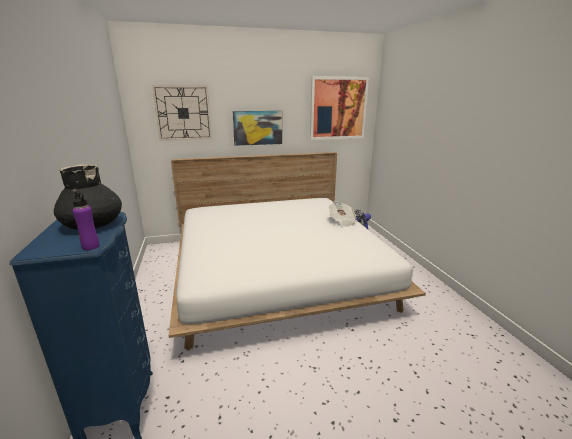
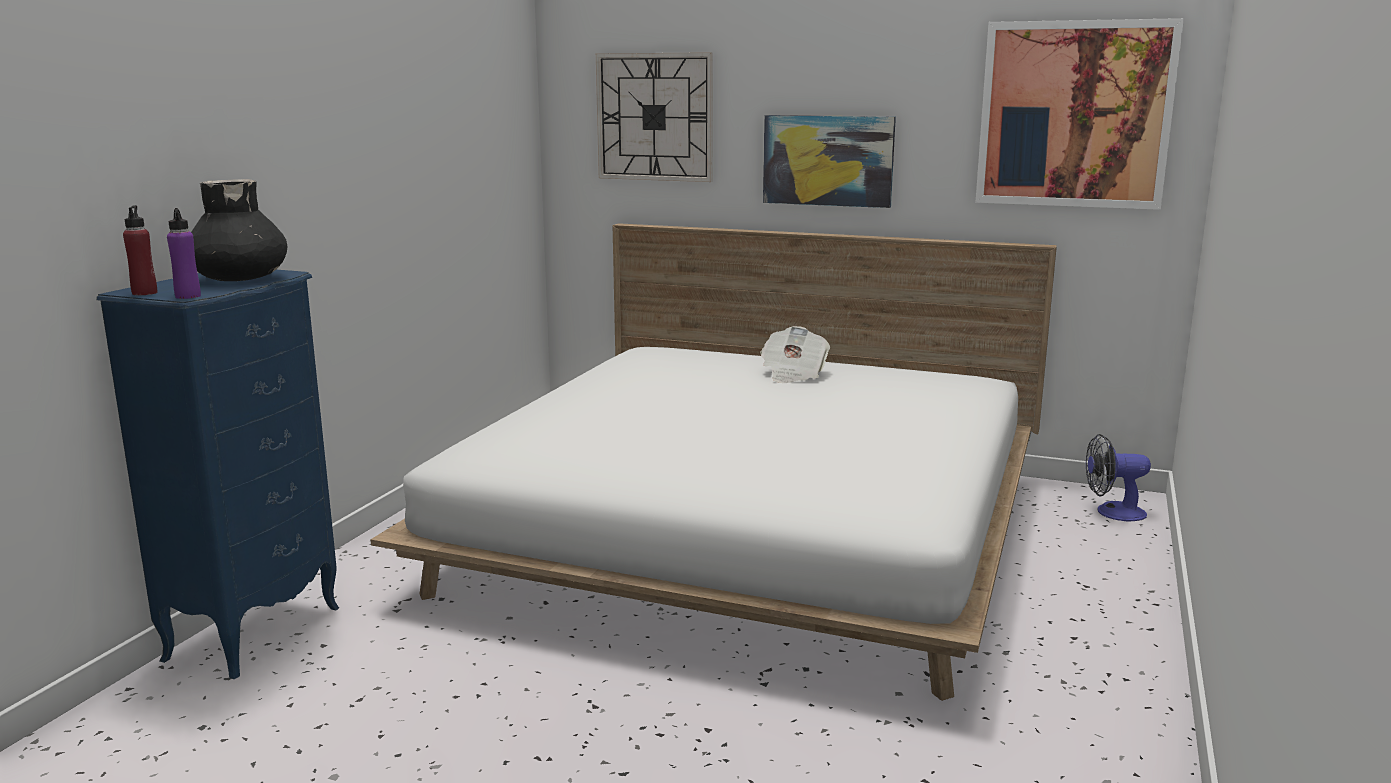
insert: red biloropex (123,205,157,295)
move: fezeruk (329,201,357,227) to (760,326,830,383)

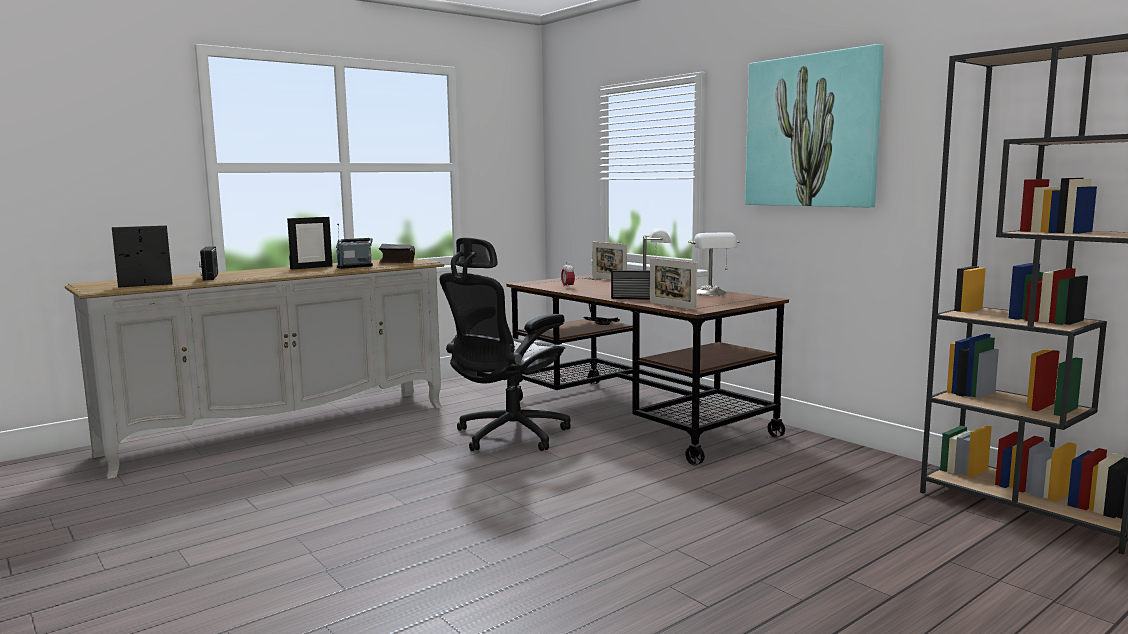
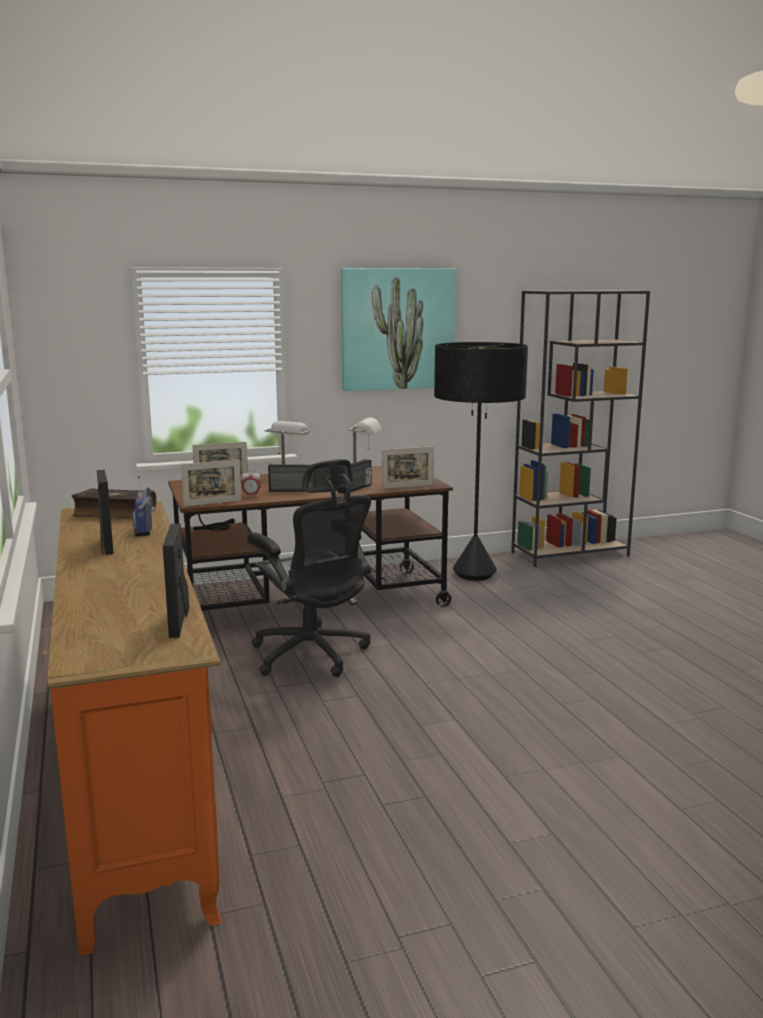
insert: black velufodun (434,342,528,581); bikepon (181,459,242,507)
move: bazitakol (199,246,218,281) to (268,464,310,492)
recolor: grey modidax (65,259,445,479) to orange modidax (42,501,222,956)

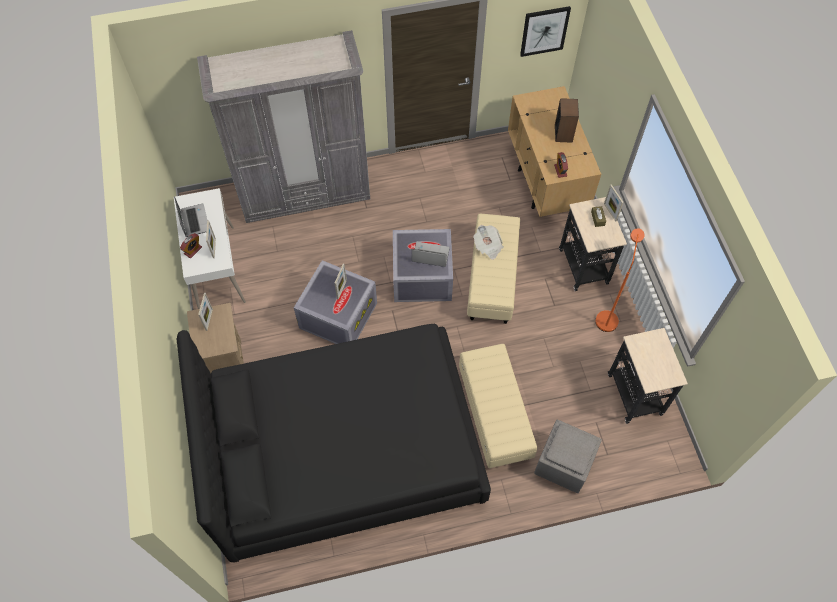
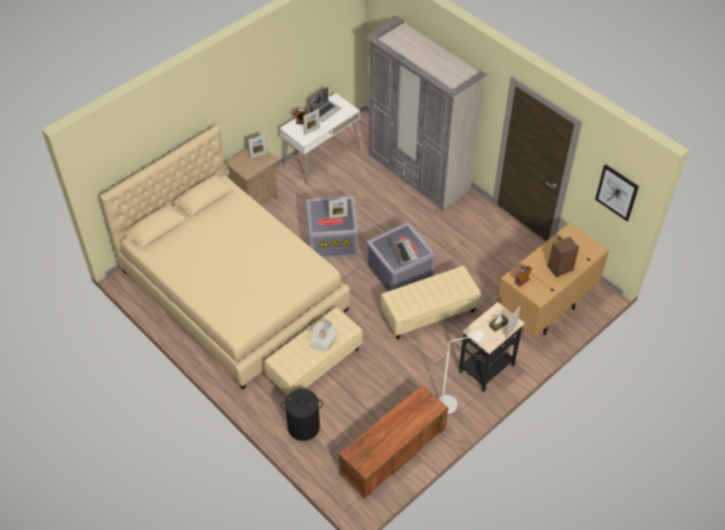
move: fezeruk (473,225,504,260) to (310,320,338,351)
replace: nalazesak (608,328,688,424) to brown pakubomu (339,385,449,498); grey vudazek (534,420,602,493) to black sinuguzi (281,388,323,441)
recolor: orange velufodun (595,228,645,332) to white velufodun (438,331,485,415); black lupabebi (177,324,491,563) to beige lupabebi (100,126,350,390)

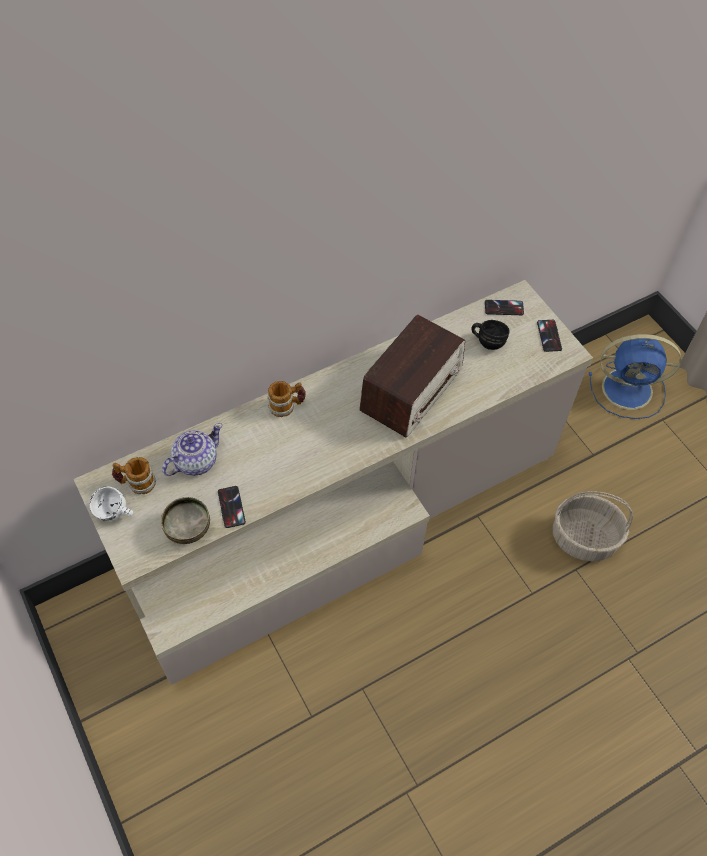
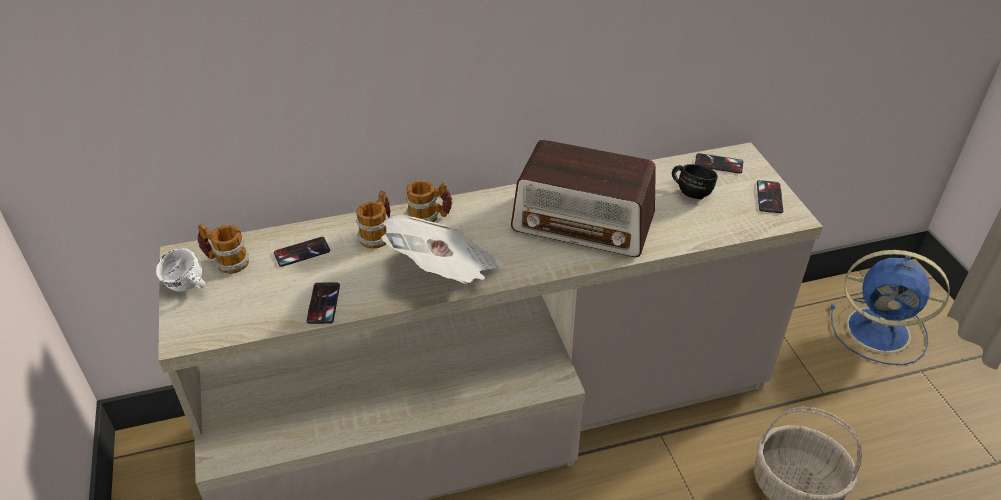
delete: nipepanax (161,497,210,544)
insert: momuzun (356,190,390,249); fezeruk (381,214,503,284)
replace: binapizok (162,423,222,476) to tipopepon (274,237,330,267)
rotate: bazitakol (359,314,465,438) = (511,140,656,257) 60 degrees clockwise

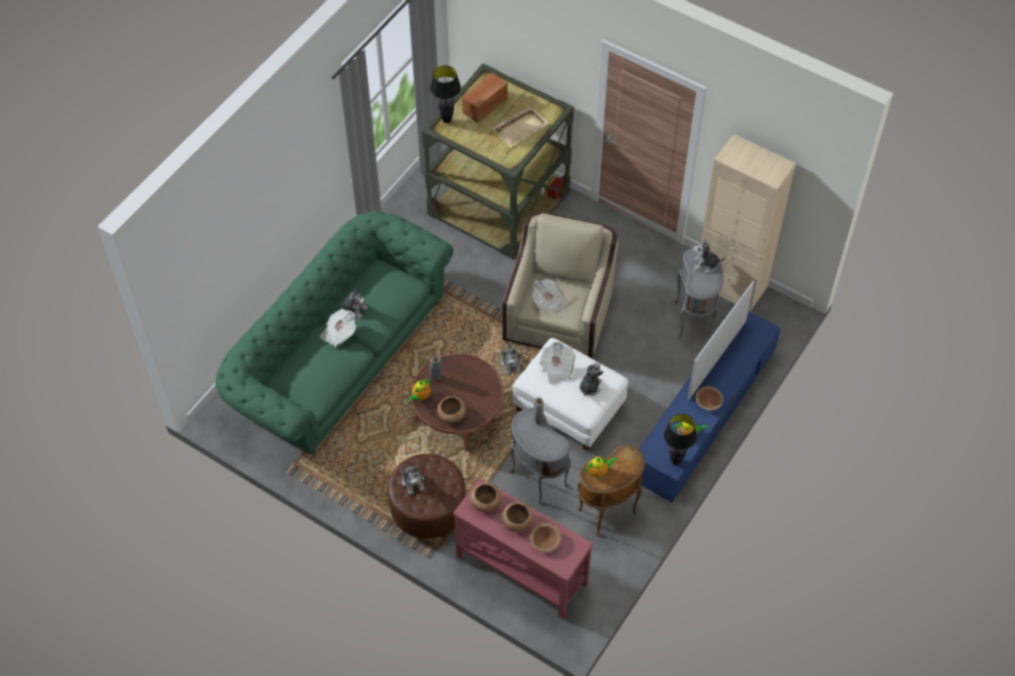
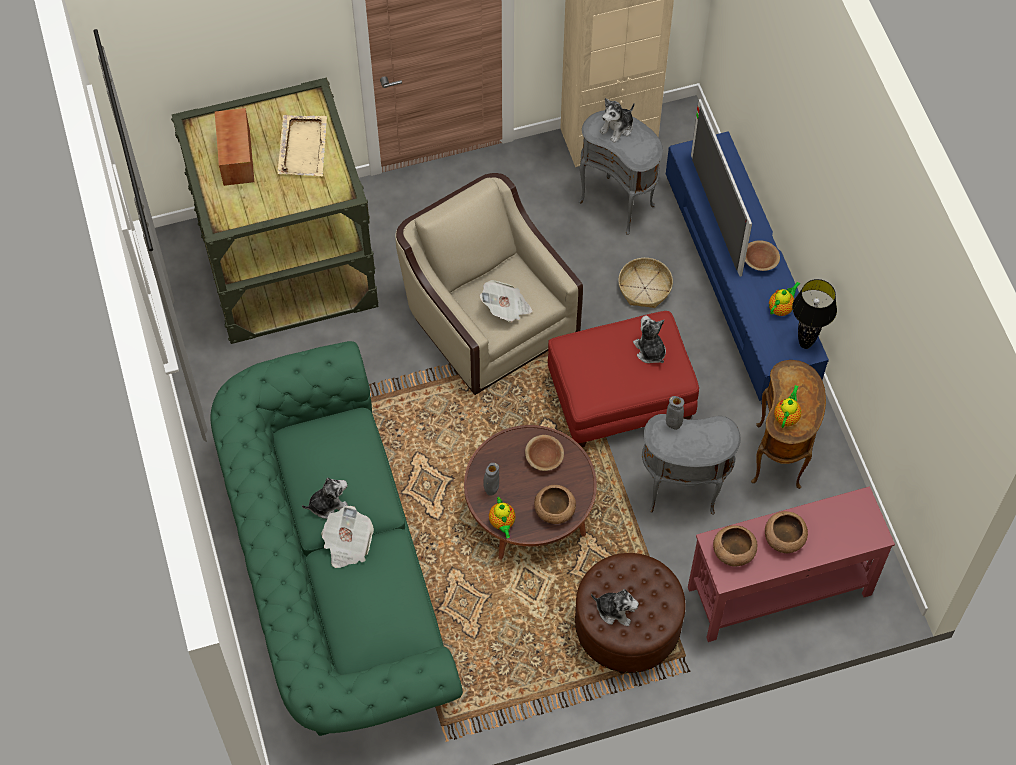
delete: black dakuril (430,66,461,123); fezeruk (540,342,576,385); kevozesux (501,343,522,374)
insert: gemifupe (618,258,673,308)
move: brown nipepanax (530,523,561,552) to (525,435,564,471)
recolor: white vudazek (513,338,629,451) to red vudazek (548,311,699,448)

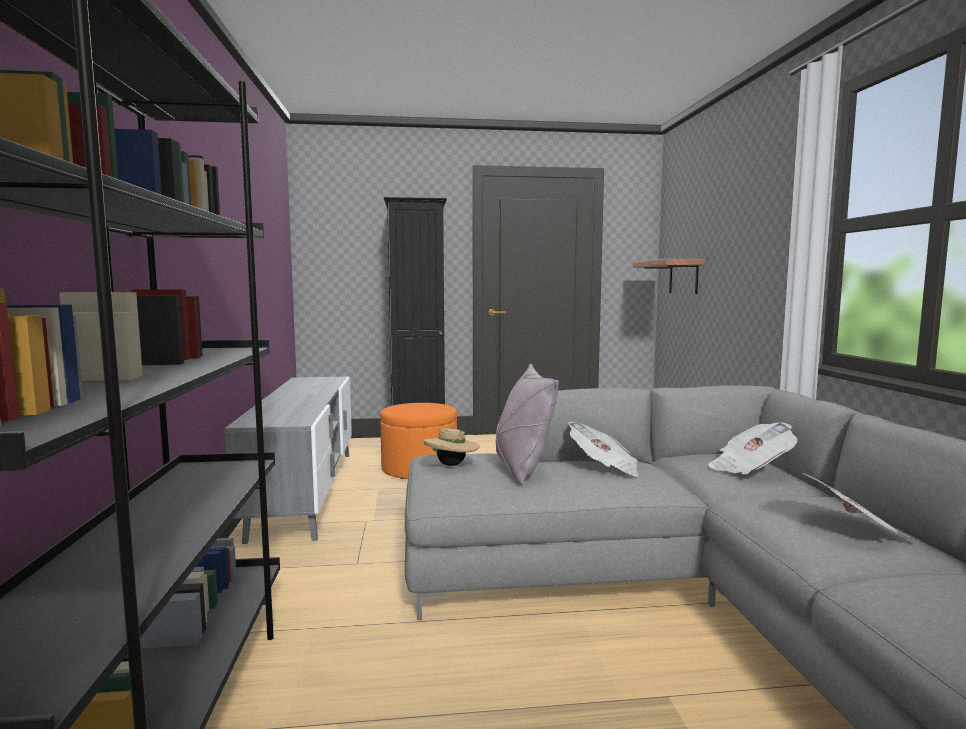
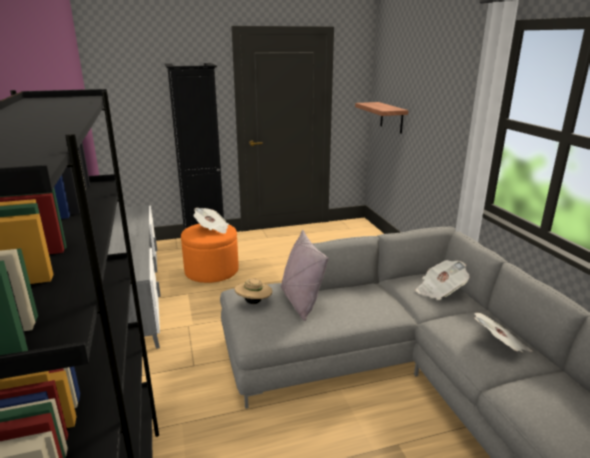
move: fezeruk (568,421,638,477) to (193,208,229,234)

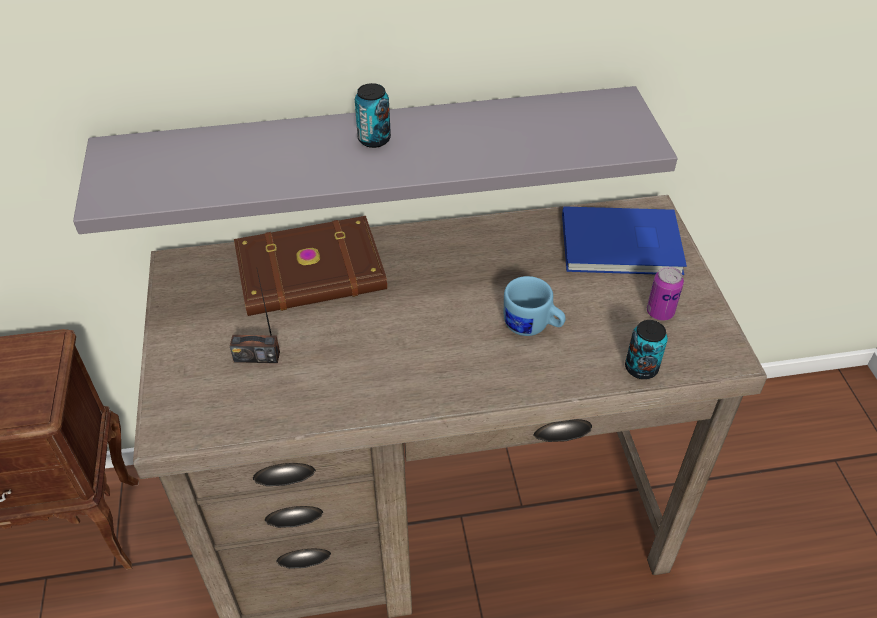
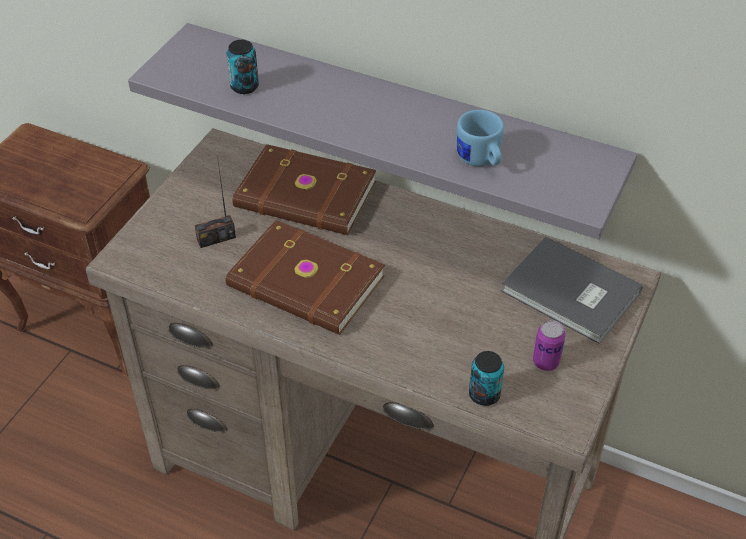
insert: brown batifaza (226,220,385,335)
move: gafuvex (355,83,391,148) to (227,40,259,94); blue momuzun (504,276,566,336) to (457,110,504,166)
recolor: blue batifaza (562,206,687,275) to grey batifaza (501,237,643,344)
rotate: bazitakol (230,270,280,363) = (195,156,236,248) 60 degrees counterclockwise

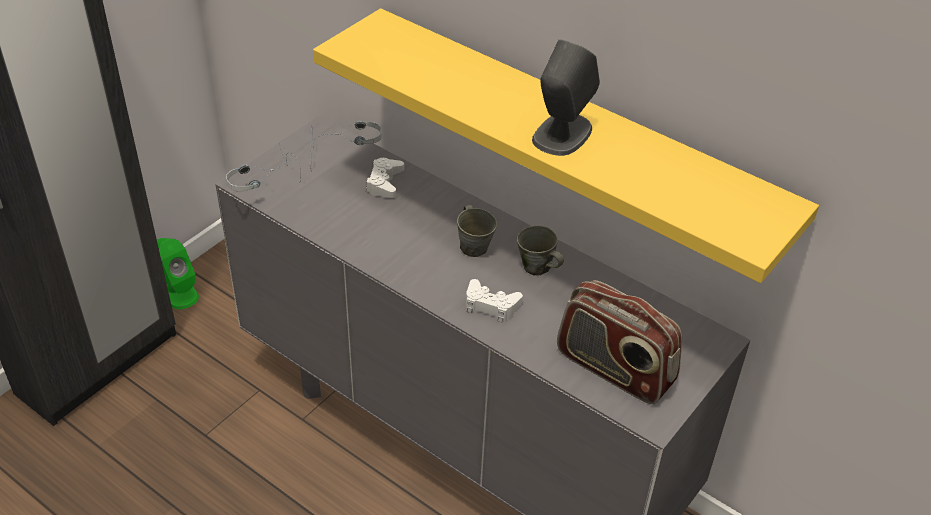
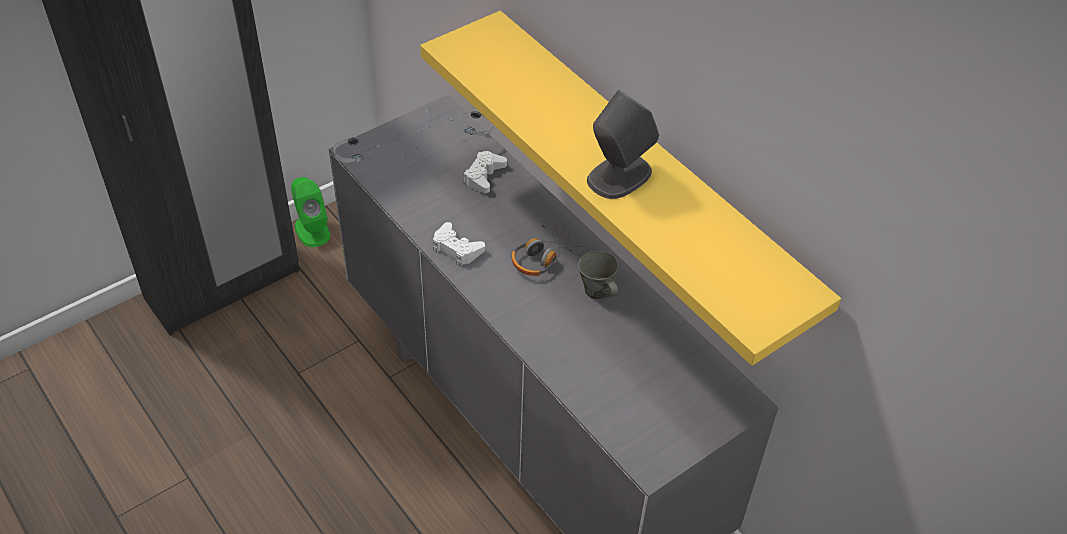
delete: bazitakol (557,280,682,404)
move: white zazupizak (466,279,523,323) to (433,222,485,266)
replace: grey momuzun (457,205,497,257) to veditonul (511,223,589,276)

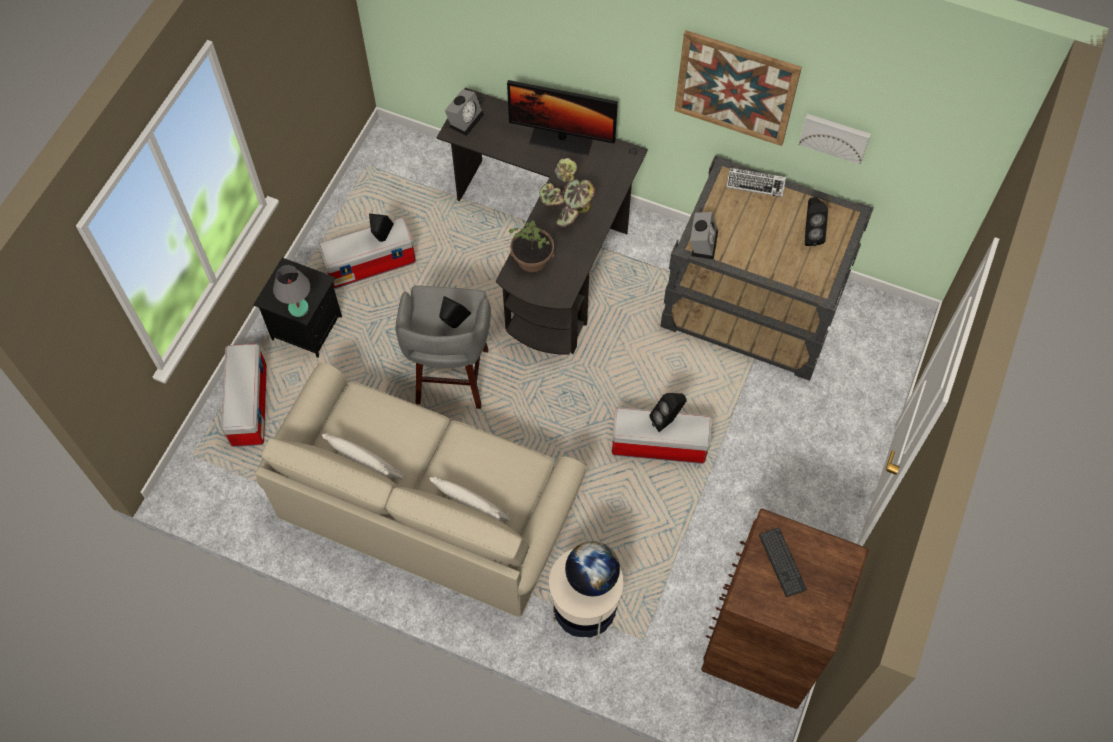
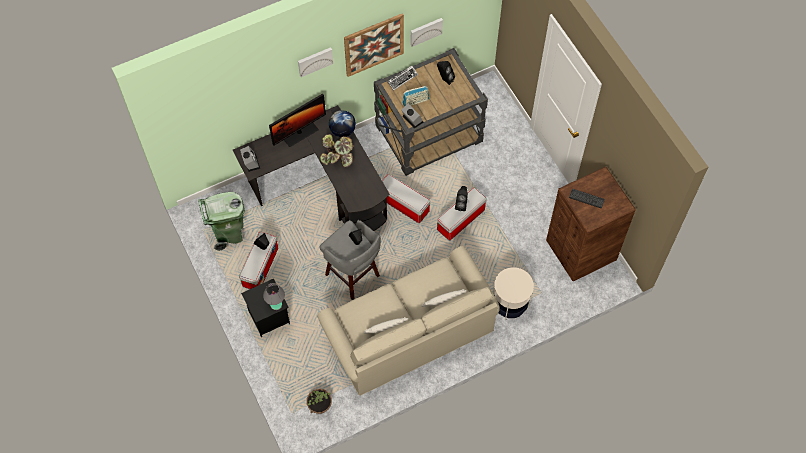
insert: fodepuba (298,47,333,77); bazitakol (402,86,429,107); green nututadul (198,192,245,251)
move: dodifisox (509,220,555,272) to (306,389,332,414); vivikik (221,343,267,447) to (382,174,430,223); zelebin (565,541,620,596) to (329,110,356,137)

